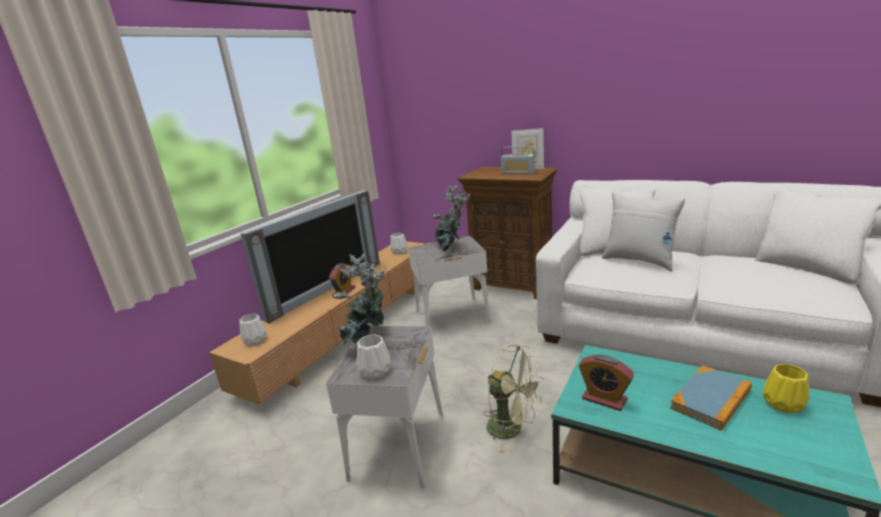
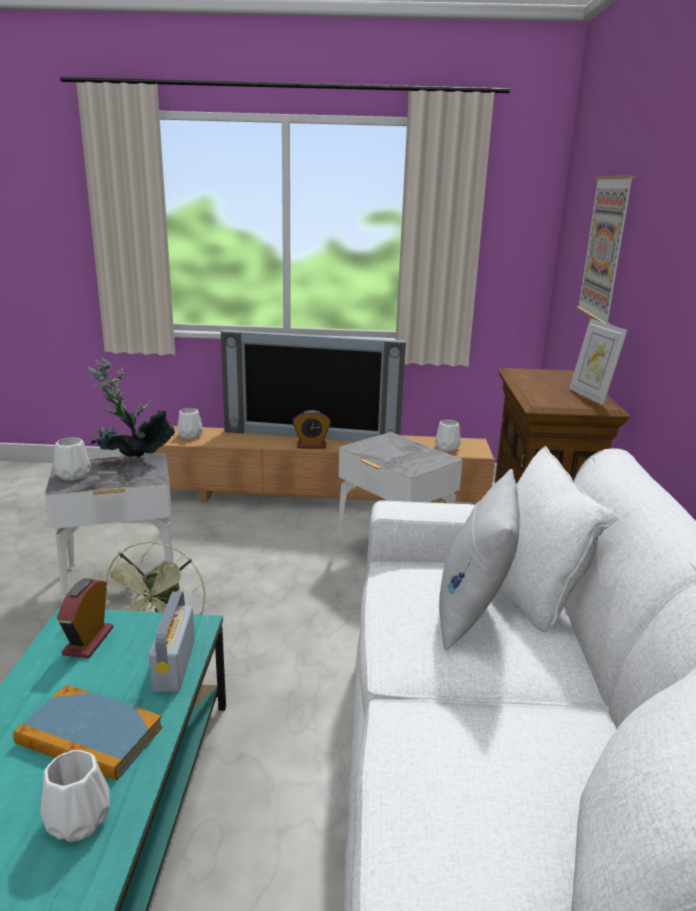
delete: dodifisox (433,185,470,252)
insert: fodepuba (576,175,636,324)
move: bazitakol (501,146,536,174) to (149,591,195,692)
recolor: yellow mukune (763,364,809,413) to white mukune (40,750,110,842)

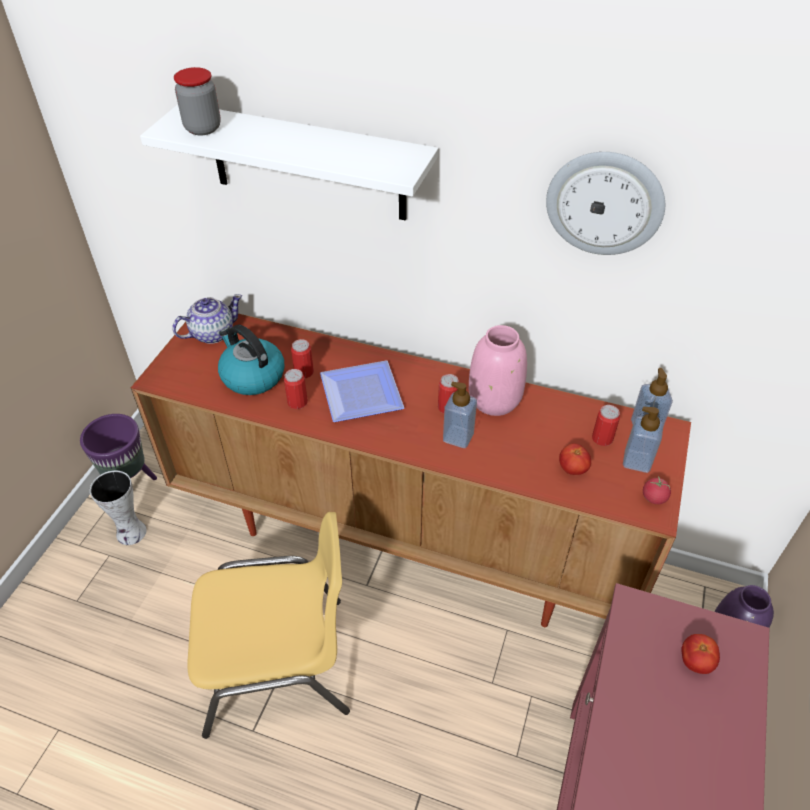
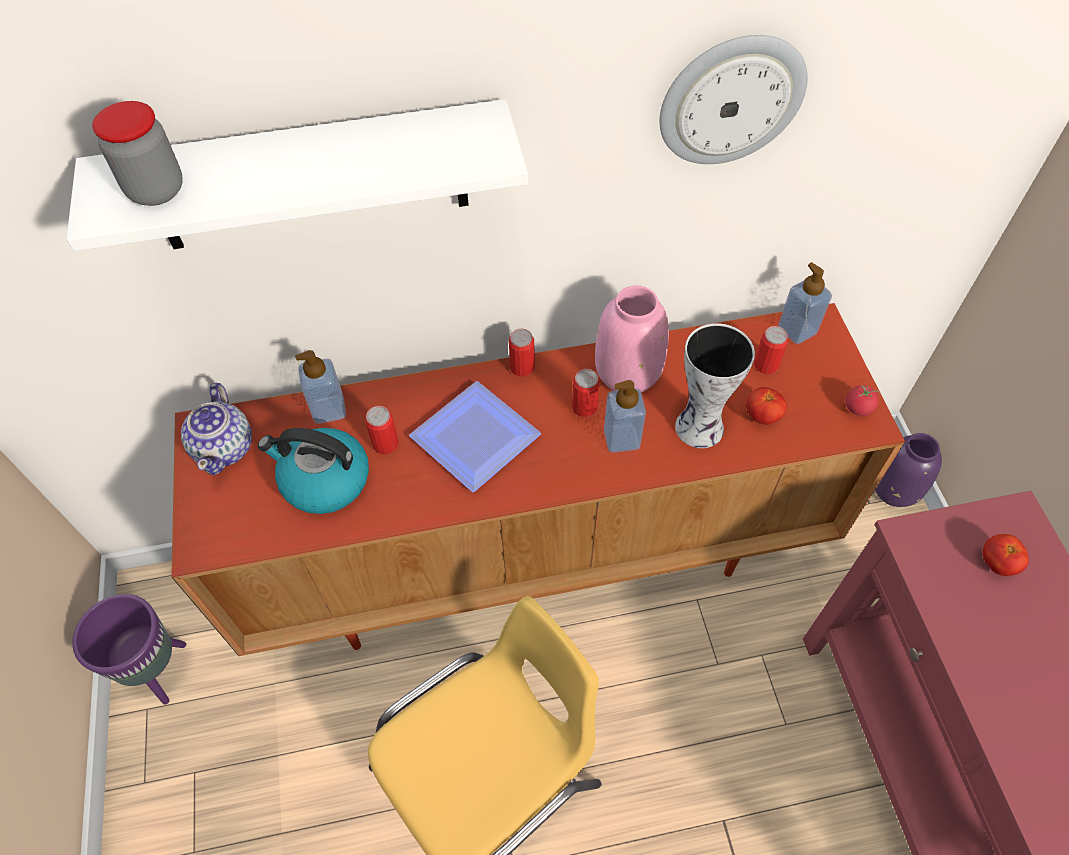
move: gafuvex (284,369,308,409) to (509,329,535,377); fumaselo (623,407,663,473) to (295,350,346,424); mukune (90,470,147,545) to (675,323,755,448)
rotate: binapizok (172,294,242,344) = (181,383,252,475) 150 degrees clockwise

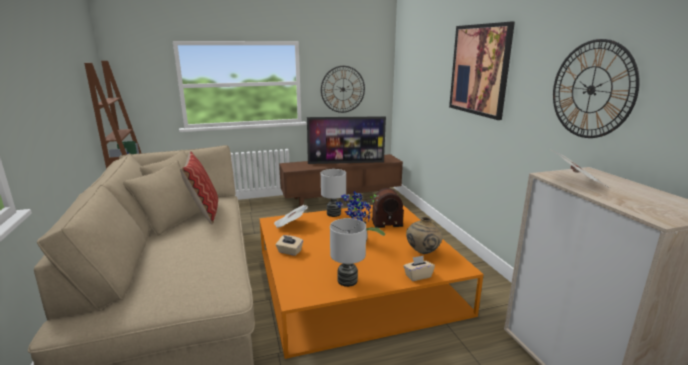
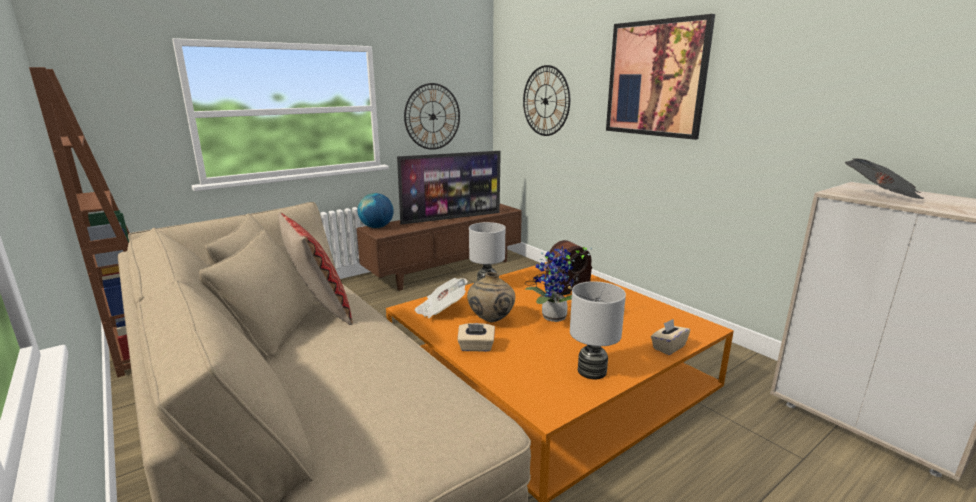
insert: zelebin (358,193,394,228)
move: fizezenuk (553,39,640,138) to (523,65,570,136); beige mukune (406,217,443,254) to (467,272,515,322)

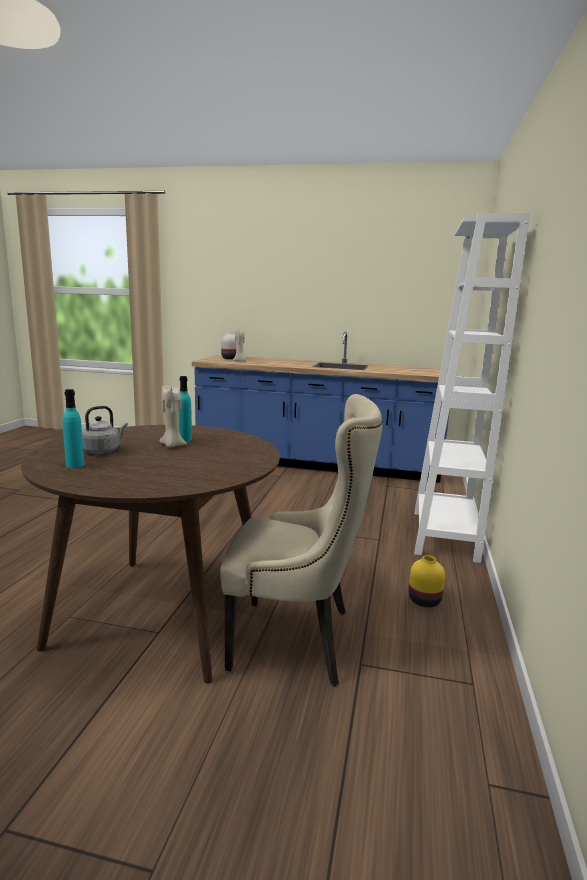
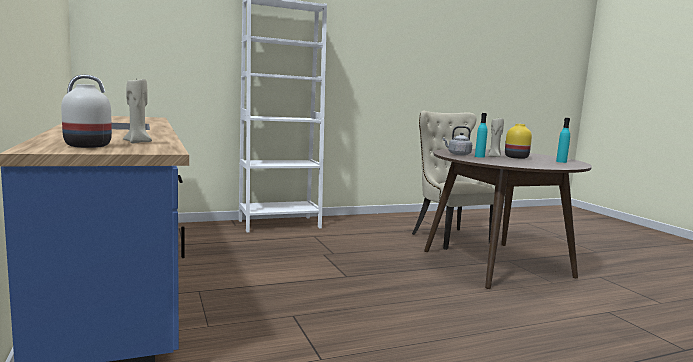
move: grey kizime (82,406,128,454) to (443,126,472,155); yellow mukune (409,555,445,607) to (505,124,532,159)

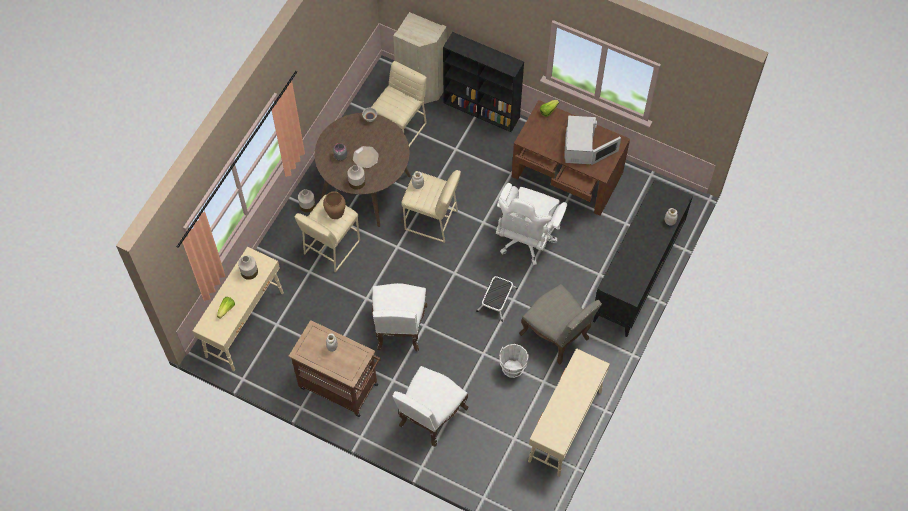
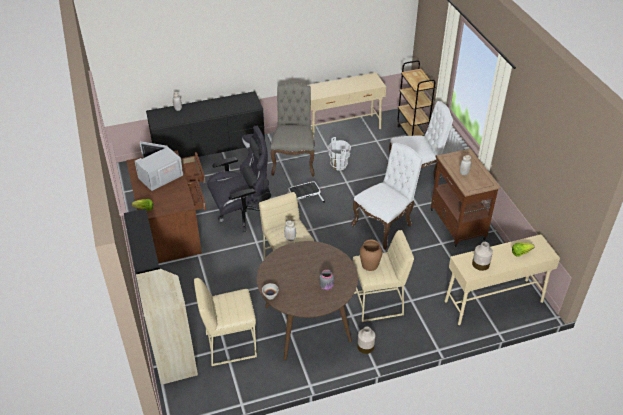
delete: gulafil (353,146,379,168); beige mukune (347,165,365,190)
insert: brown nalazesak (397,60,436,136)
recolor: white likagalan (496,183,567,265) to black likagalan (207,126,271,232)

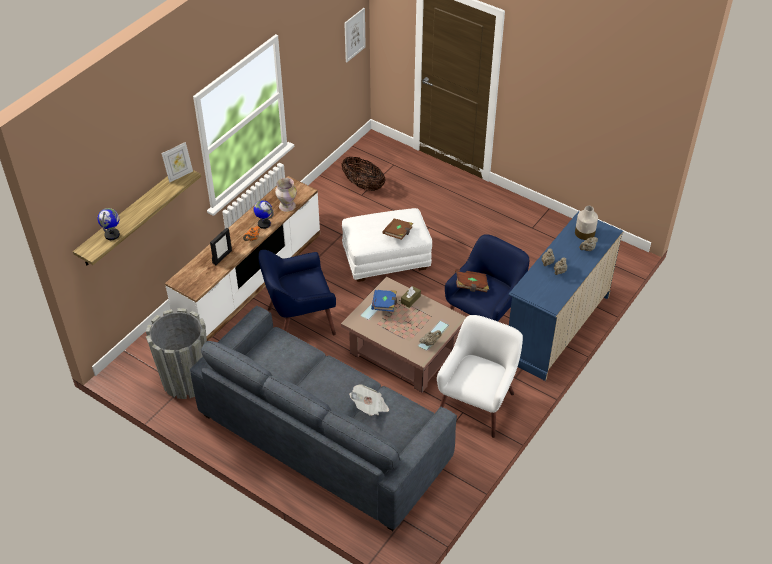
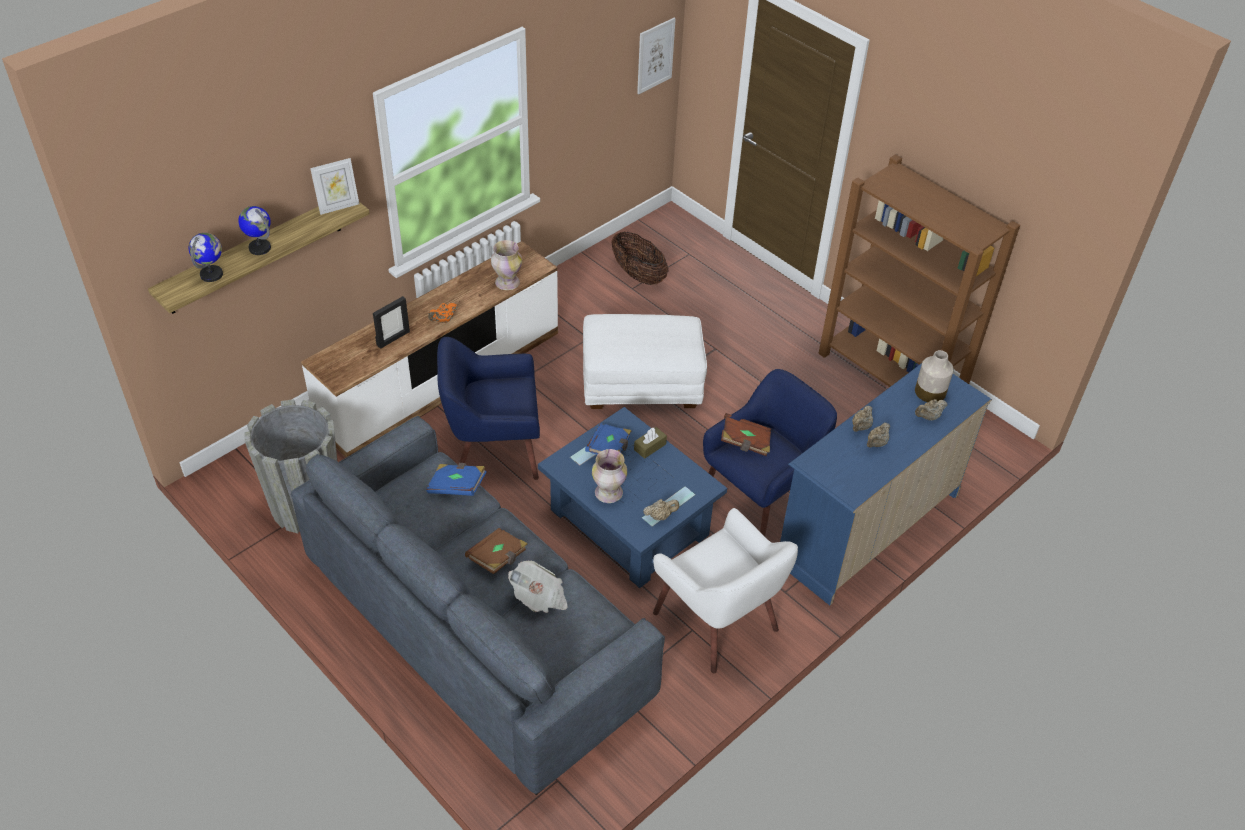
insert: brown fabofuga (819,155,1020,387); mukune (592,449,627,503); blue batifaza (426,463,487,496)
move: zelebin (254,200,274,229) to (238,206,271,255); brown batifaza (383,218,413,240) to (465,528,528,574)
recolor: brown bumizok (341,276,466,392) to blue bumizok (538,407,727,588)
rotate: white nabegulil (437,315,523,438) = (653,508,798,673) 105 degrees clockwise

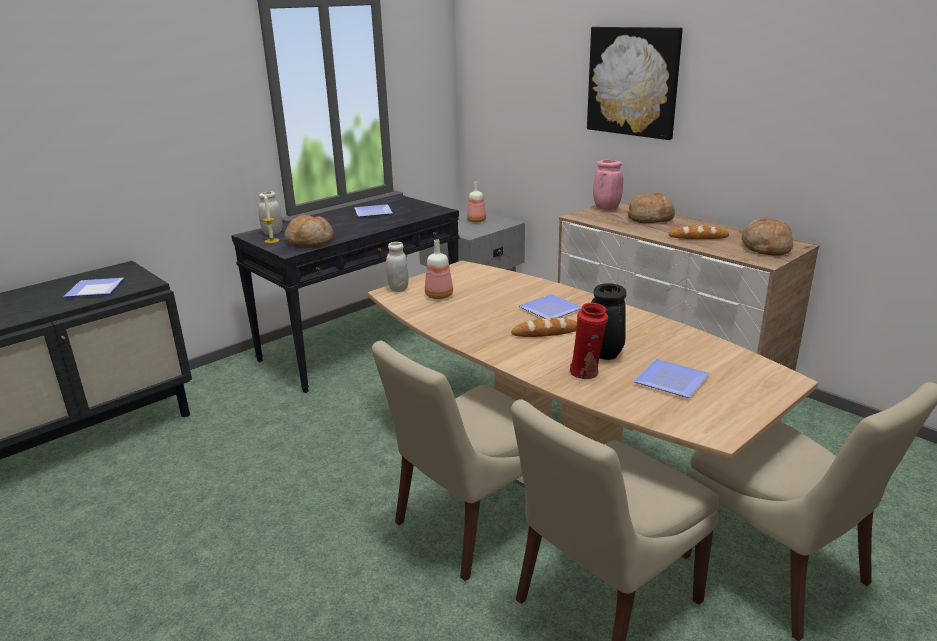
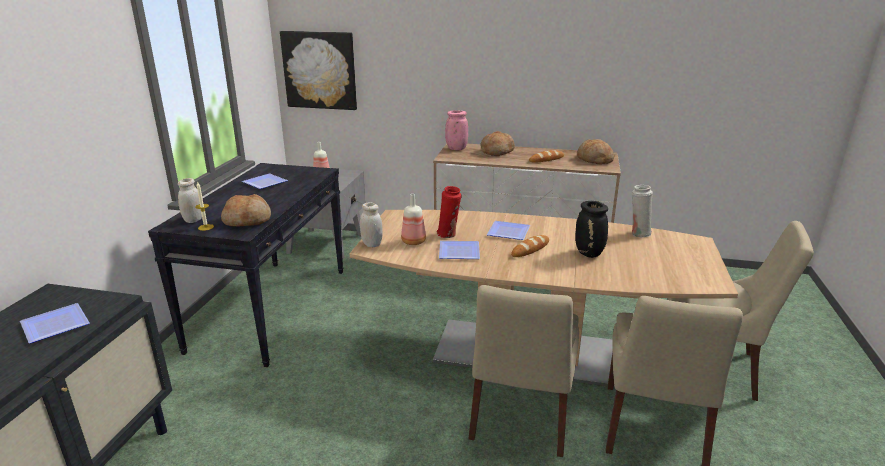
insert: white mukune (632,185,653,238)
move: fodepuba (587,27,683,140) to (280,31,357,110); red mukune (569,303,608,379) to (437,186,462,238); gulafil (634,359,710,398) to (439,241,480,259)

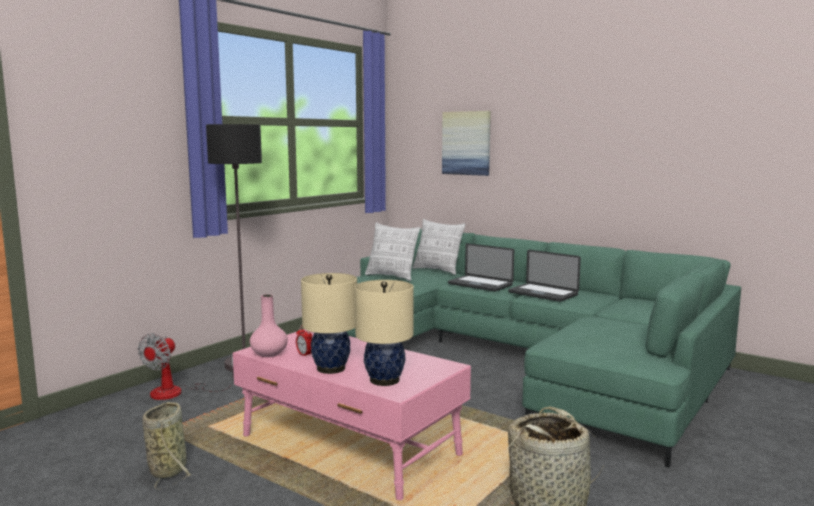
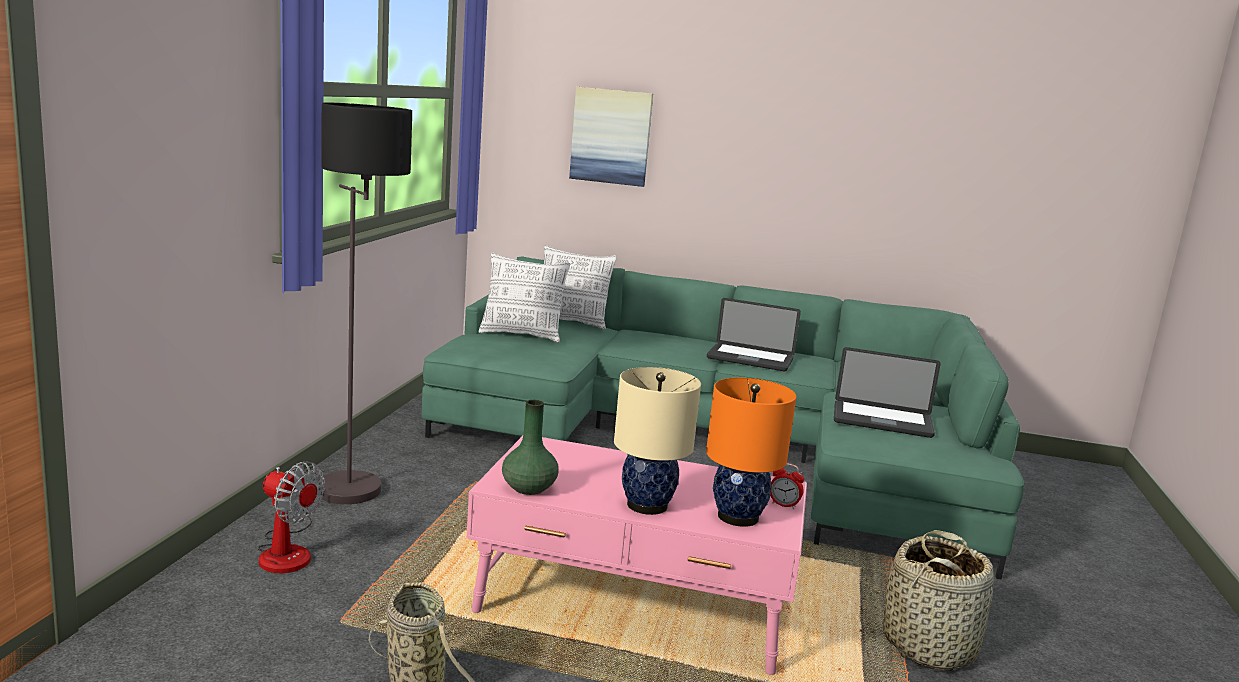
move: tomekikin (448,243,514,292) to (834,347,941,438); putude (296,326,312,357) to (770,463,804,509)
recolor: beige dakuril (355,280,414,386) to orange dakuril (706,378,797,527); pink mukune (250,294,288,357) to green mukune (502,400,559,495)
rotate: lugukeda (138,333,233,400) = (257,462,325,573) 60 degrees counterclockwise

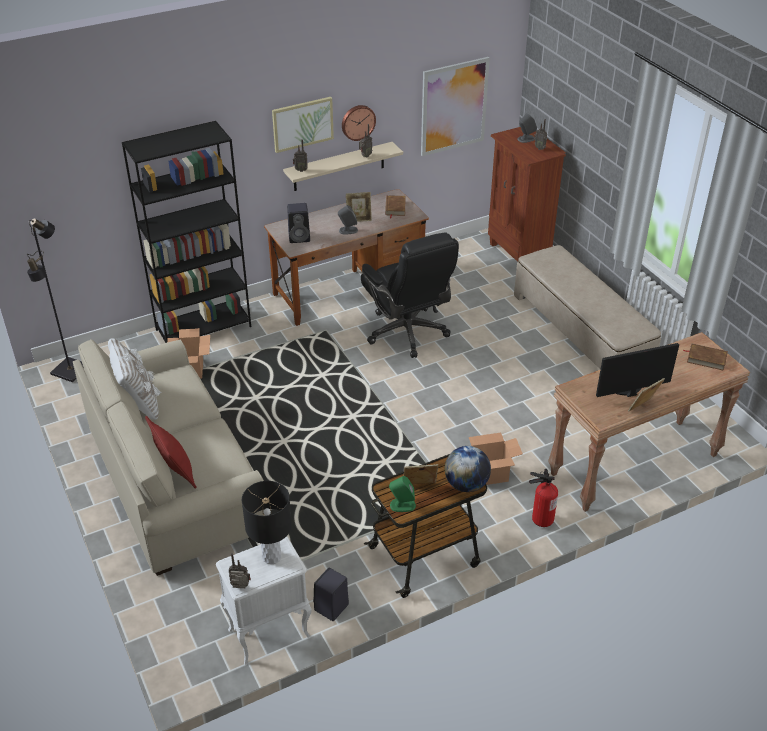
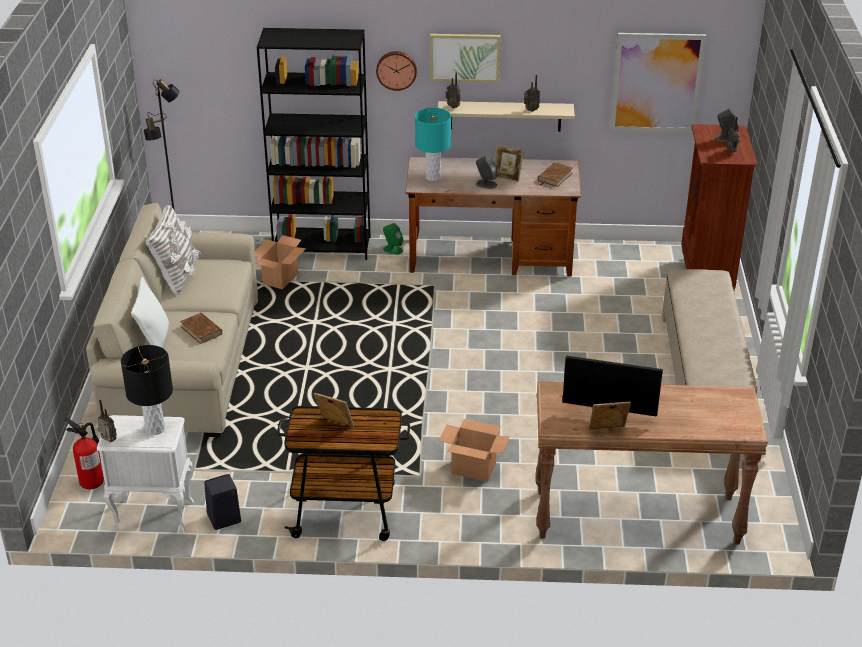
delete: black likagalan (361,233,459,358); zelebin (445,446,491,492)
move: fizezenuk (342,105,376,141) to (376,51,417,91); brown batifaza (683,343,728,371) to (180,312,222,344); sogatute (529,469,558,527) to (65,418,104,489); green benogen (389,476,416,512) to (383,223,403,255)
replace: black benogen (287,203,310,243) to turquoise dakuril (415,108,451,181)
recolor: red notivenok (145,416,197,489) to white notivenok (131,276,169,348)

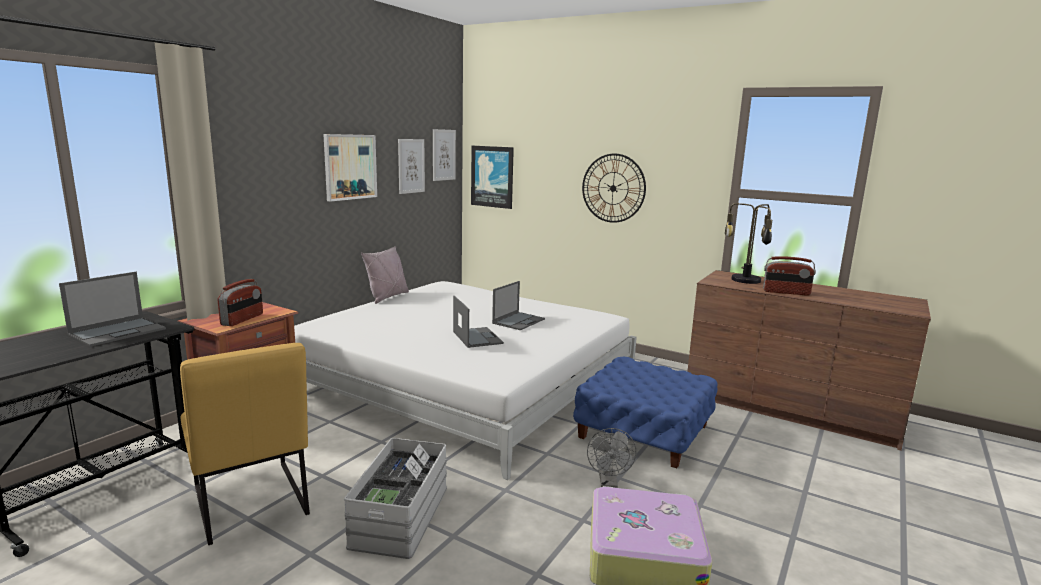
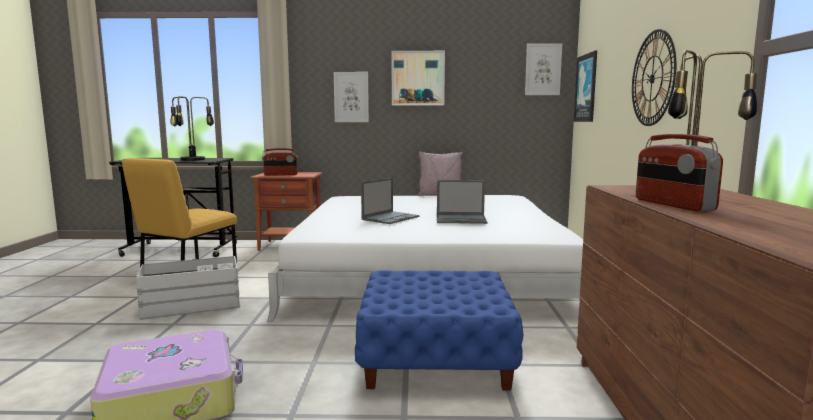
delete: grey lugukeda (587,428,636,488)
move: fodepuba (398,139,425,194) to (334,72,369,122)
replace: tomekikin (59,272,166,347) to dakuril (171,96,214,161)

